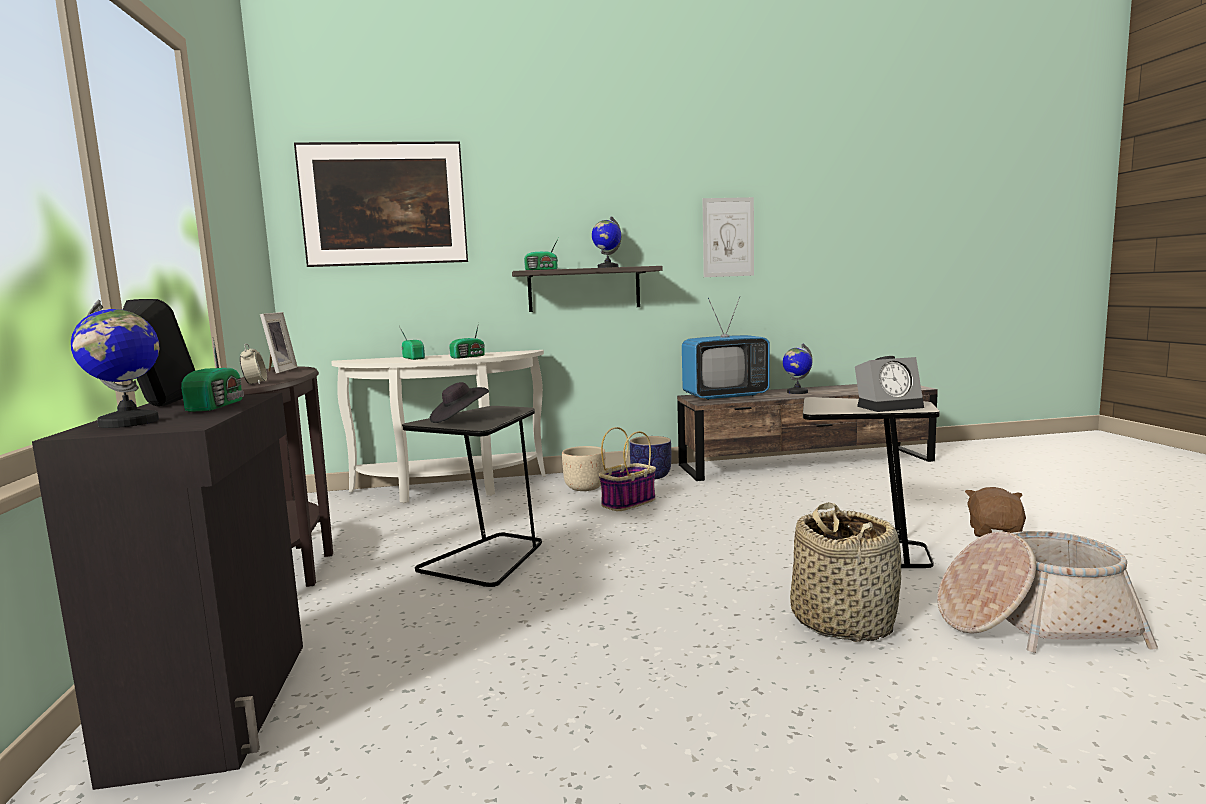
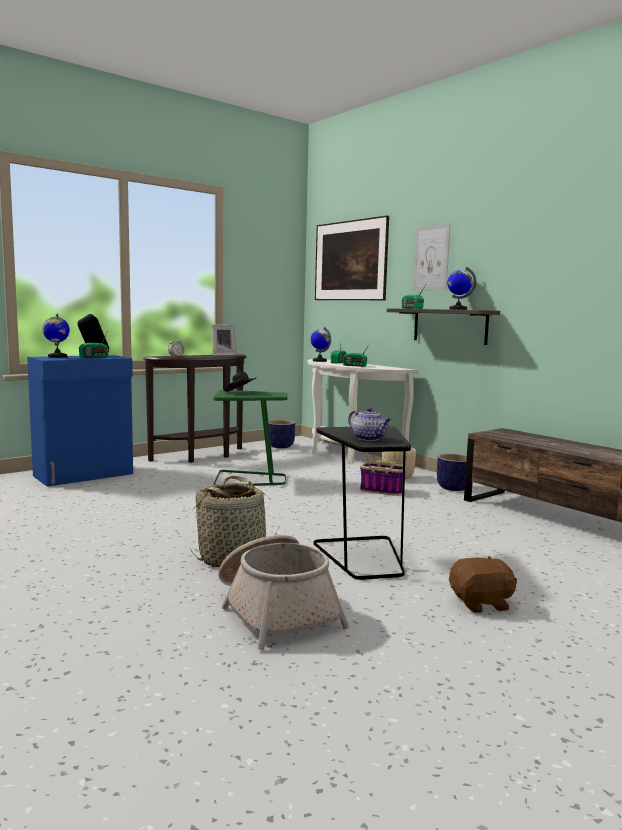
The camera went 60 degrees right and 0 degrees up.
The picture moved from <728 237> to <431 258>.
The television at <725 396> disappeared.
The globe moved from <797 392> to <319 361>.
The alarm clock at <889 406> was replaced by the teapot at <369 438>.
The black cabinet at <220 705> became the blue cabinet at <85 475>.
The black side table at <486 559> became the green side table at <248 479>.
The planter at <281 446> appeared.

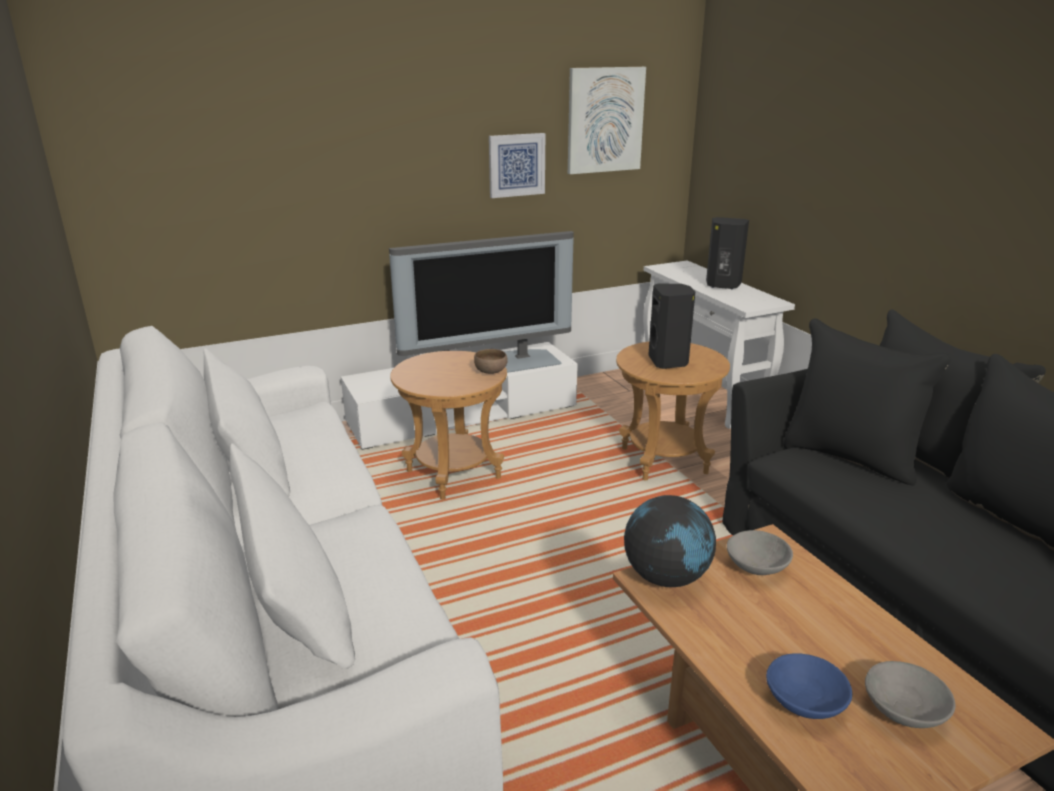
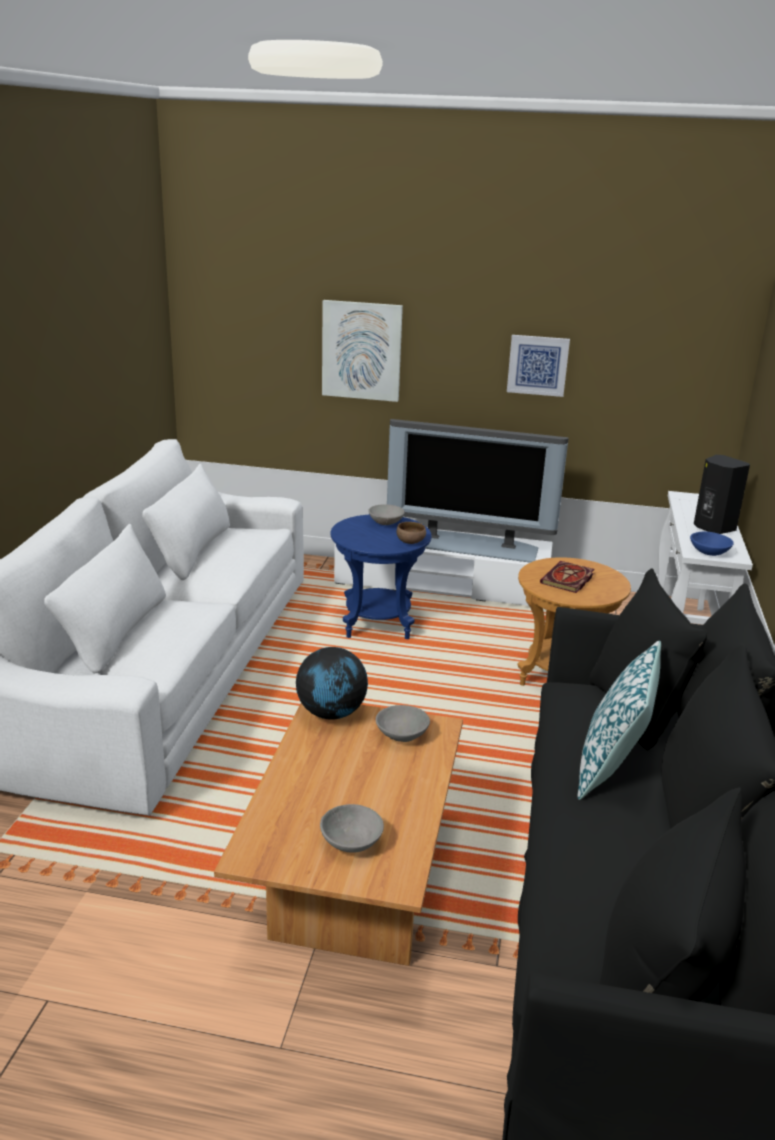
The camera went 35 degrees right and 0 degrees up.
The picture moved from <605 120> to <361 350>.
The black speaker at <669 362> was replaced by the book at <568 580>.
The brown side table at <453 474> became the blue side table at <377 624>.
The blue bowl moved from <804 702> to <709 552>.
The grey bowl at <385 522> appeared.
The pillow at <611 767> appeared.

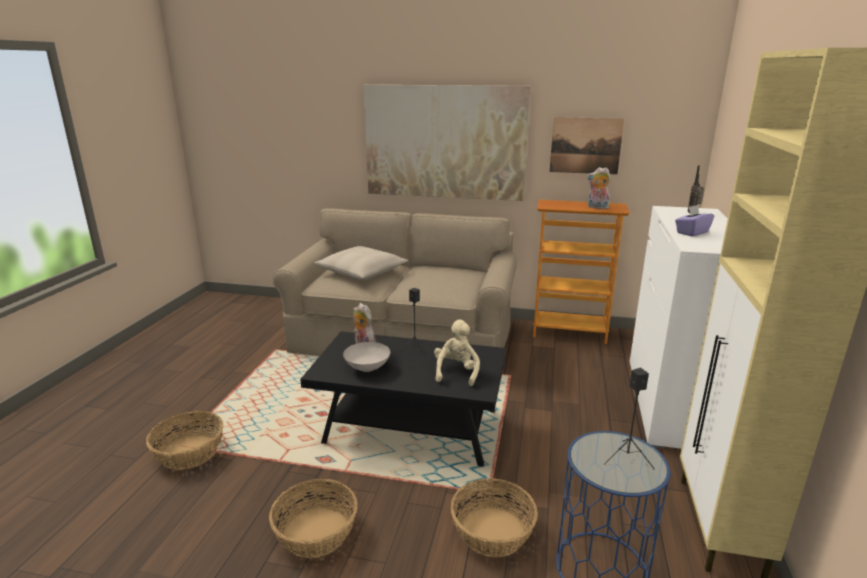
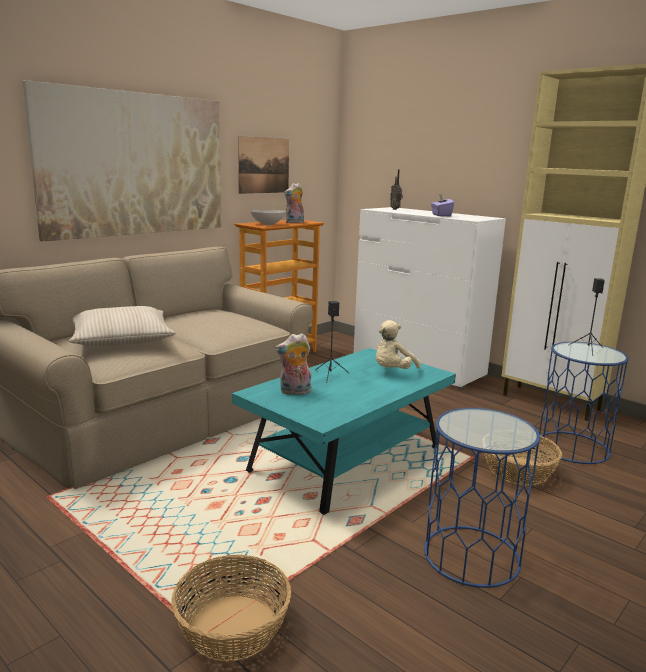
The camera went 60 degrees left and 5 degrees down.
The beige plush toy at <456 372> turned 90 degrees counterclockwise.
The black coffee table at <411 428> became the turquoise coffee table at <346 461>.
The white bowl moved from <368 368> to <268 224>.
The basket at <316 532> was replaced by the blue side table at <472 555>.

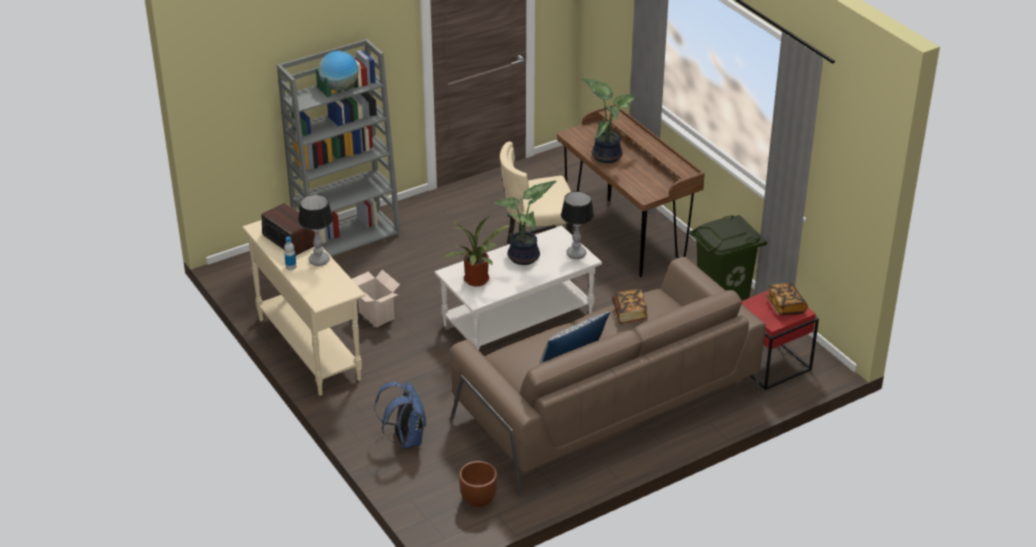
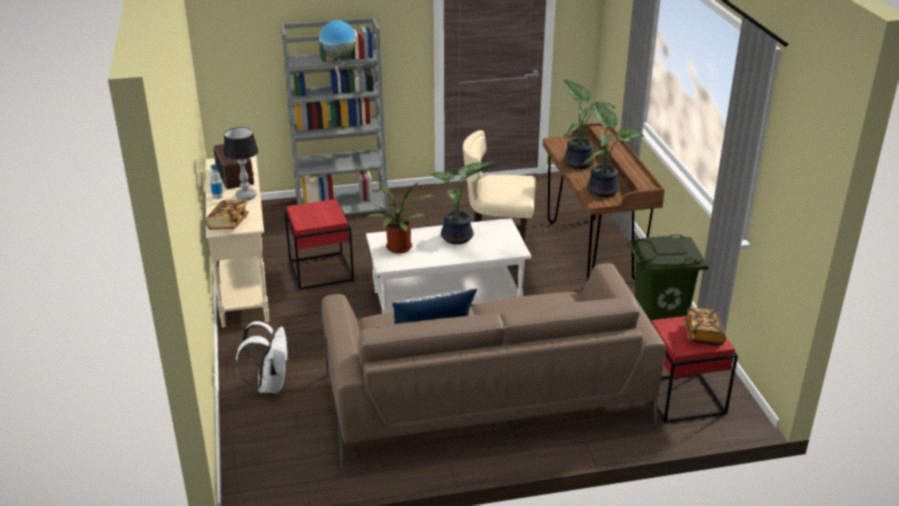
The camera went 20 degrees right and 5 degrees down.
The table lamp at <576 254> disappeared.
The cardboard box at <375 315> was replaced by the red side table at <320 271>.
The book moved from <629 314> to <228 223>.
The blue backpack at <405 439> became the white backpack at <270 385>.
The brown planter at <478 500> disappeared.
The potted plant at <603 190> appeared.

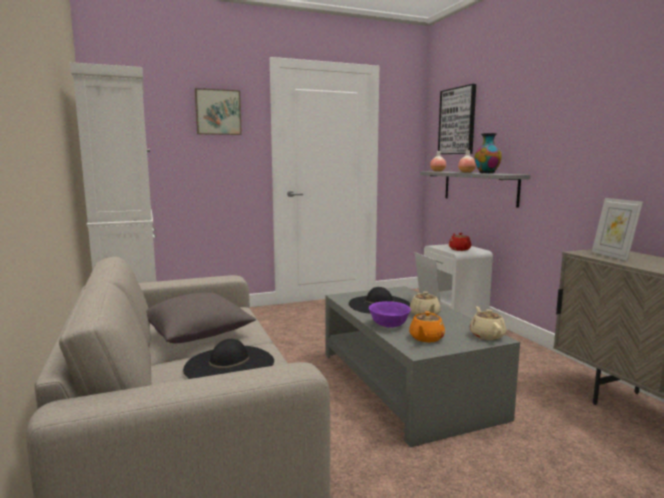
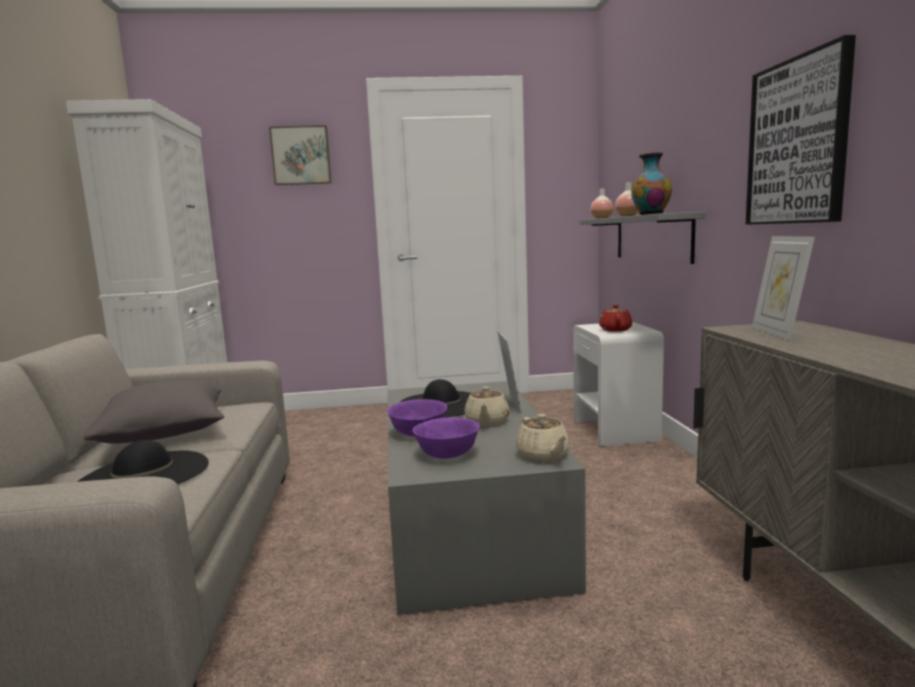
The camera went 15 degrees right and 0 degrees up.
The picture moved from <457 121> to <798 142>.
The beige teapot at <486 335> turned 150 degrees clockwise.
The orange teapot at <426 338> was replaced by the purple bowl at <447 455>.

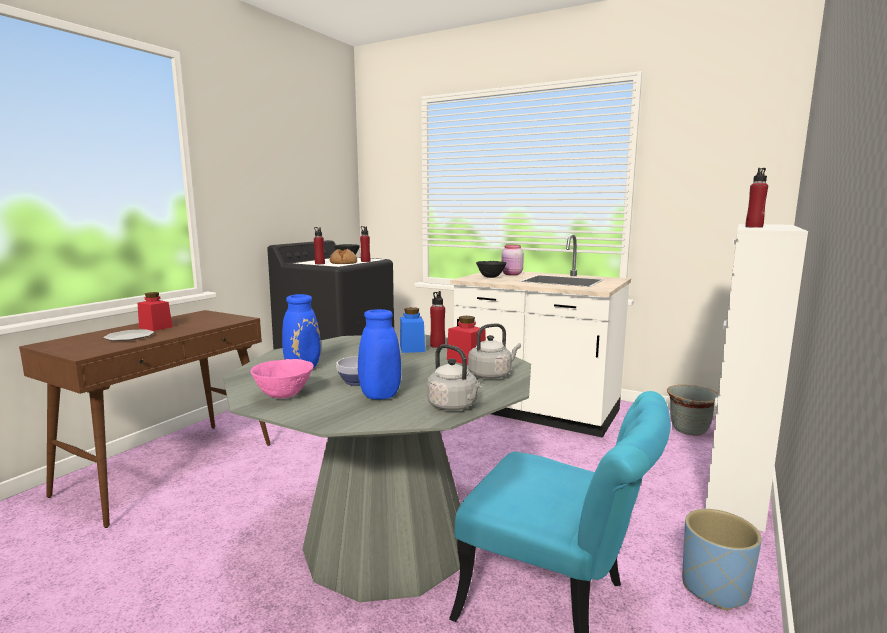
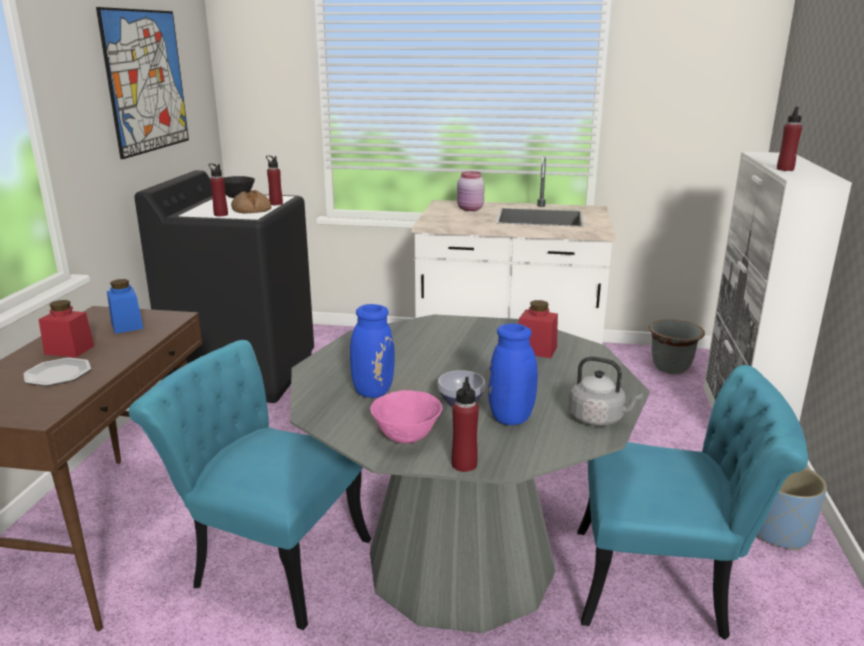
The camera went 20 degrees left and 10 degrees up.
The black bowl at <491 277> disappeared.
The red bottle moved from <437 345> to <464 465>.
The blue jar moved from <412 348> to <127 325>.
The grey kettle at <492 375> disappeared.
The picture at <146 81> appeared.
The turquoise chair at <267 559> appeared.

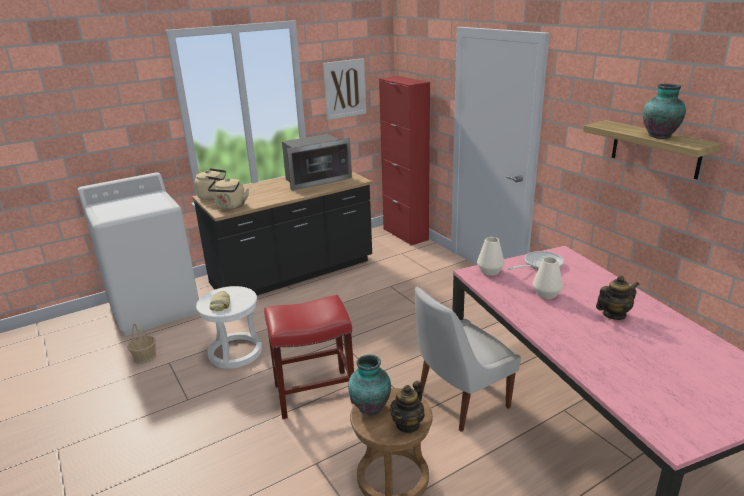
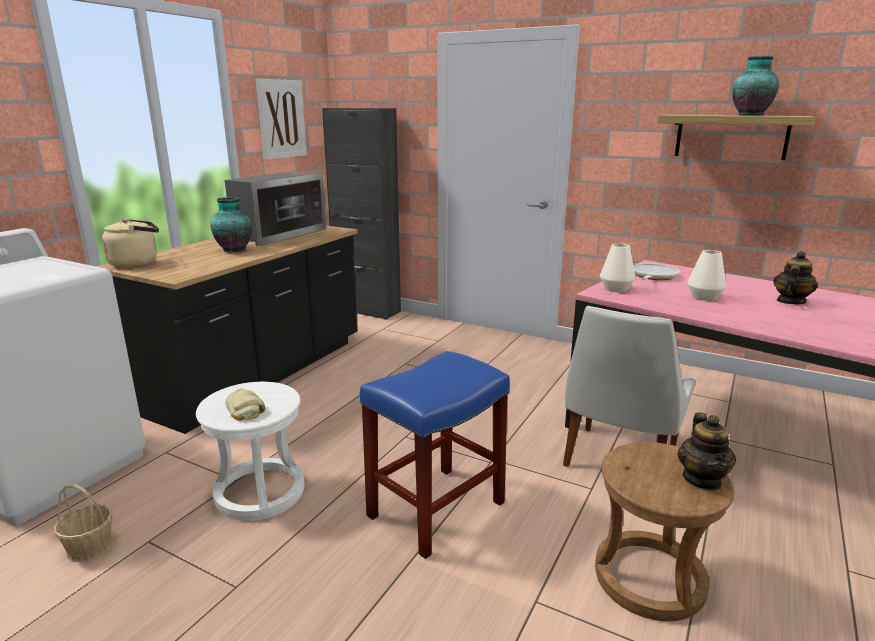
The camera went 30 degrees left and 5 degrees down.
The red cabinet at <405 234> became the black cabinet at <367 310>.
The beige kettle at <230 207> disappeared.
The red stool at <315 393> became the blue stool at <436 508>.
The vase moved from <370 406> to <234 250>.

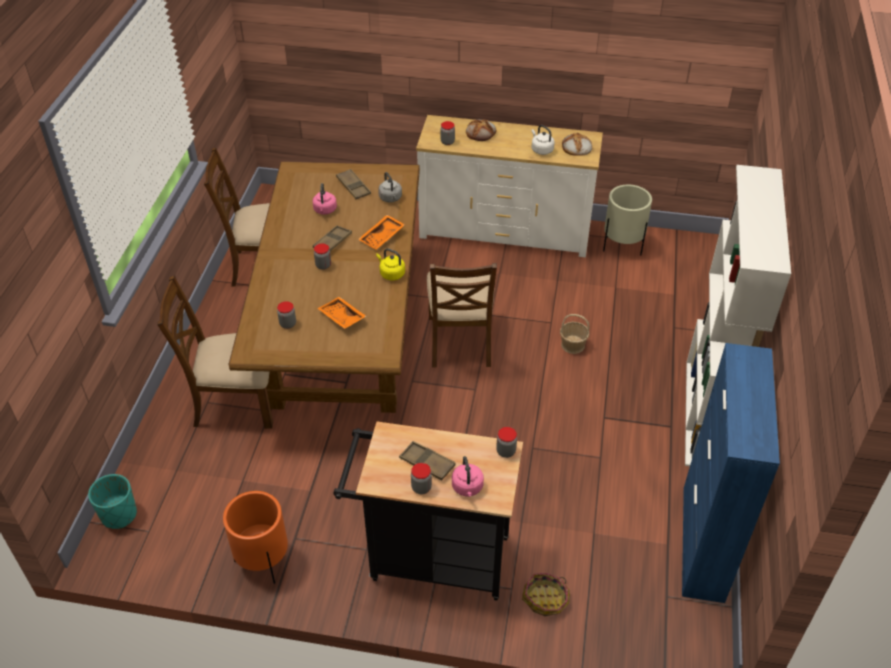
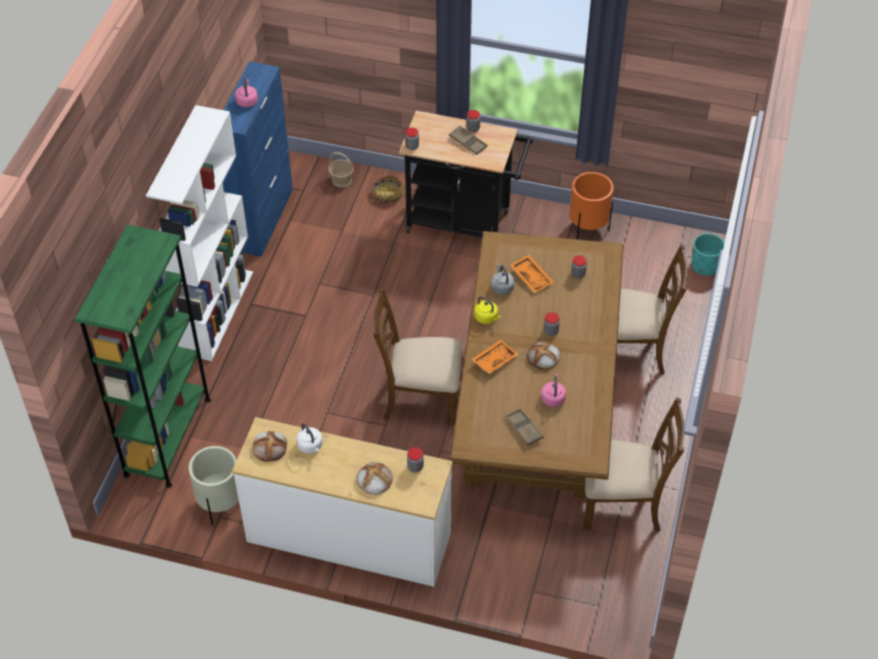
The camera went 175 degrees left and 5 degrees up.
The grey kettle moved from <391 198> to <502 287>.
The brown tray at <332 242> was replaced by the bread at <543 358>.
The brown chair at <460 341> turned 90 degrees counterclockwise.
The basket moved from <572 345> to <341 180>.
The pink kettle moved from <467 488> to <247 101>.
The green bookcase at <167 436> appeared.

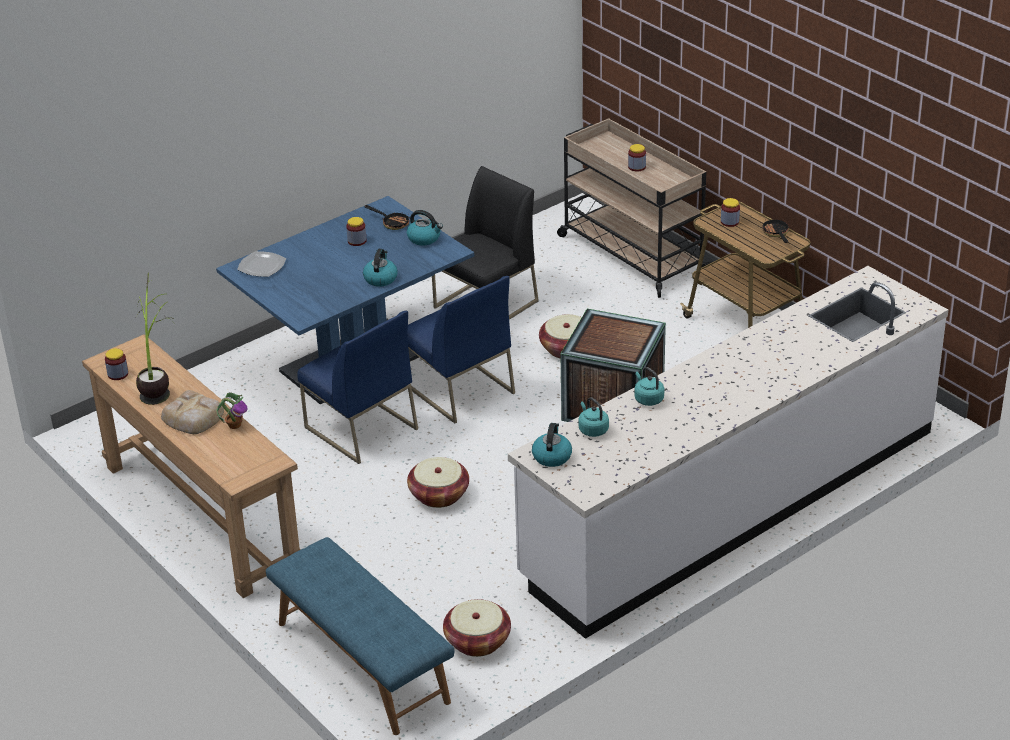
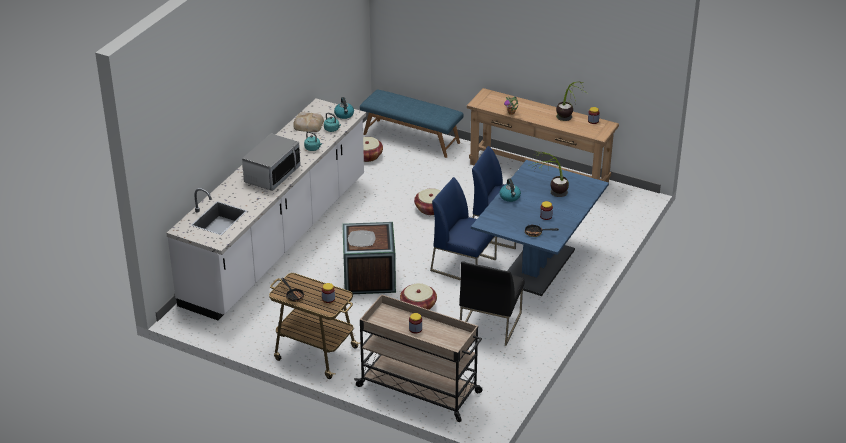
The camera went 155 degrees right and 0 degrees up.
The kettle at <424 238> disappeared.
The plate moved from <262 266> to <361 239>.
The bread moved from <193 417> to <308 124>.
The microwave at <272 175> appeared.
The potted plant at <550 195> appeared.

